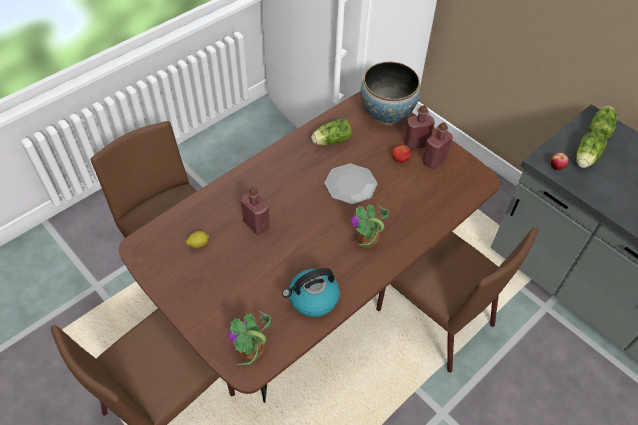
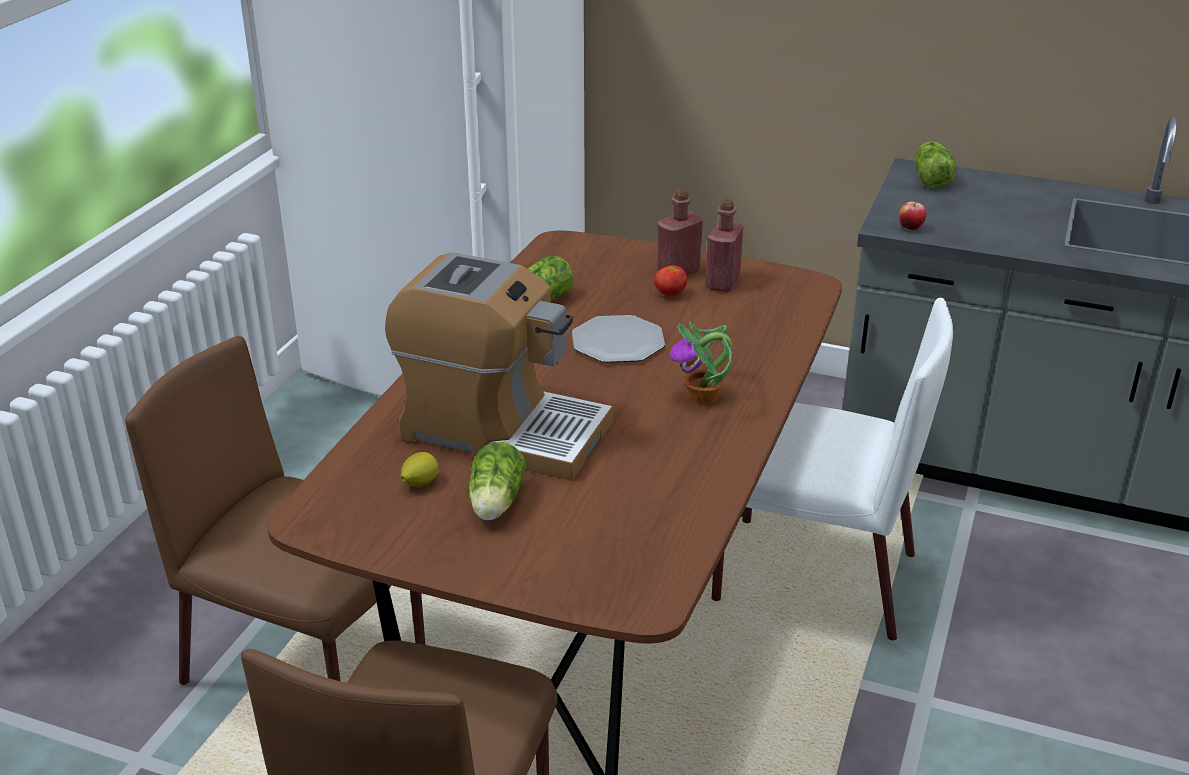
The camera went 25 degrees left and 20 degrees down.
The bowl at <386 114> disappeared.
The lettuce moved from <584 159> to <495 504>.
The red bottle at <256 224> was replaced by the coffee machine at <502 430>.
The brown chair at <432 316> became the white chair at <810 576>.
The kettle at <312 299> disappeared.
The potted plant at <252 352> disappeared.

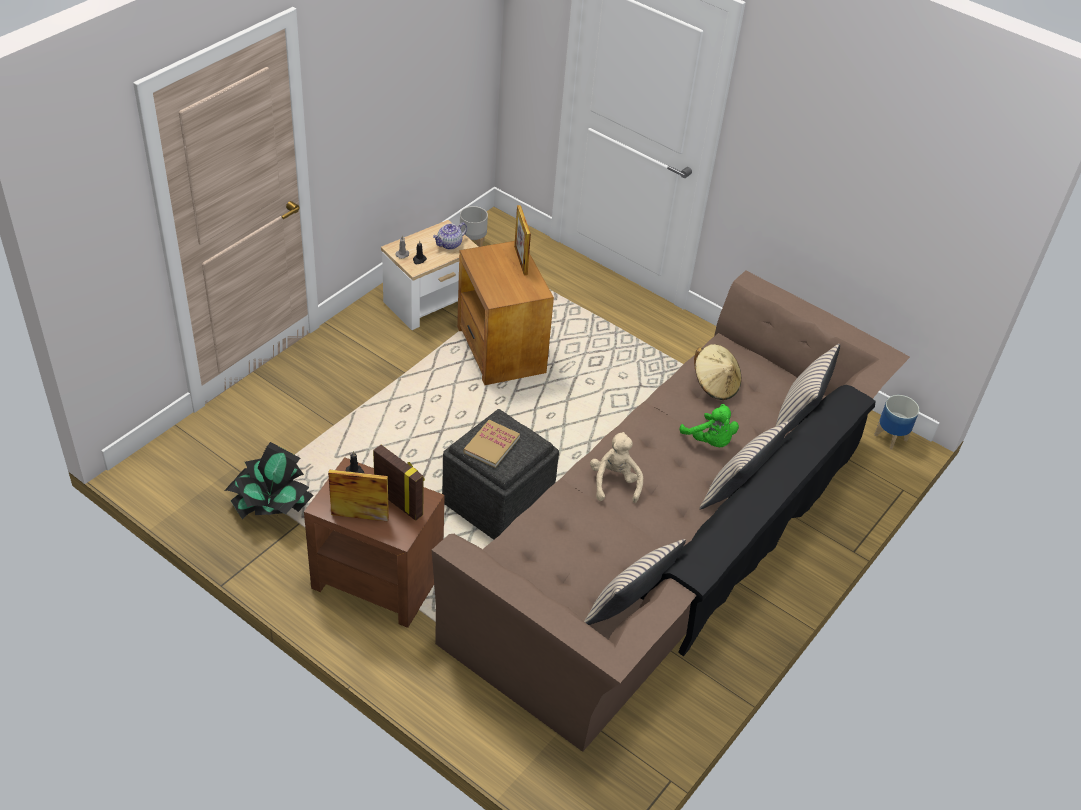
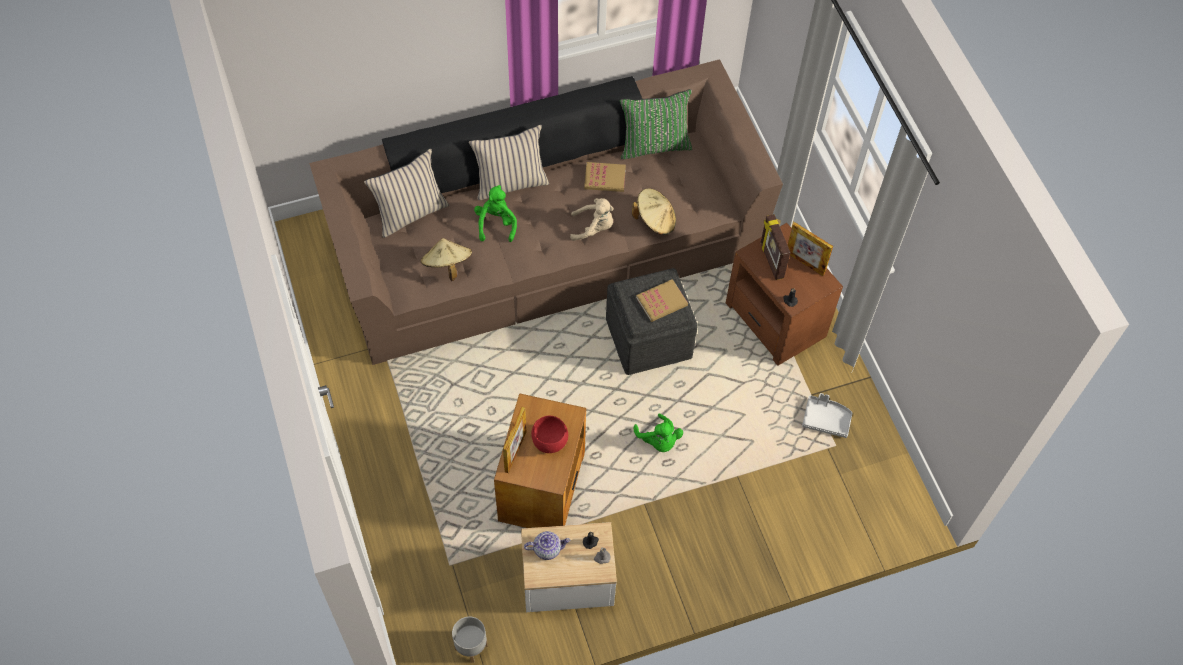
The camera went 145 degrees left and 15 degrees up.
The planter at <890 437> disappeared.
The beige plush toy at <614 482> turned 120 degrees counterclockwise.
The potted plant at <271 507> was replaced by the grey tray at <826 419>.
The beige pillow at <628 610> became the green pillow at <654 145>.
The book at <605 178> appeared.
The beige hat at <655 220> appeared.
The green plush toy at <658 441> appeared.
The red bowl at <549 442> appeared.

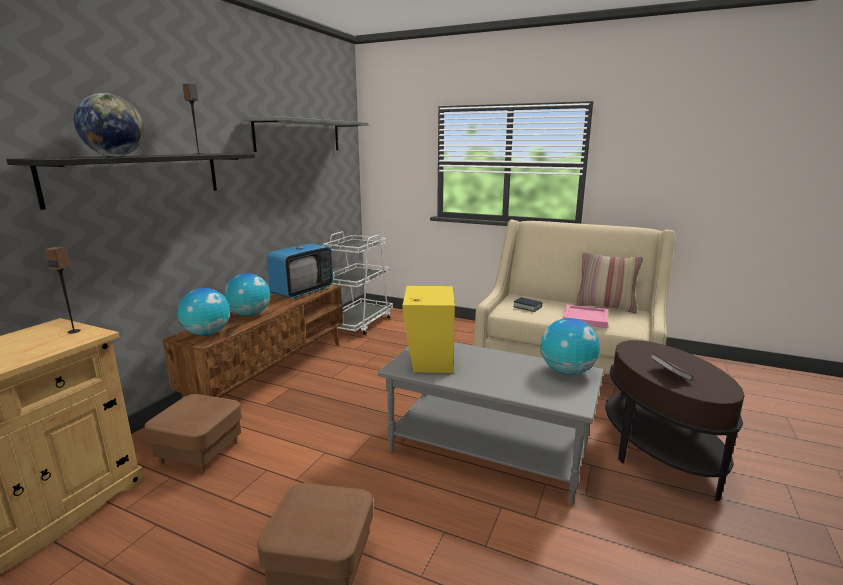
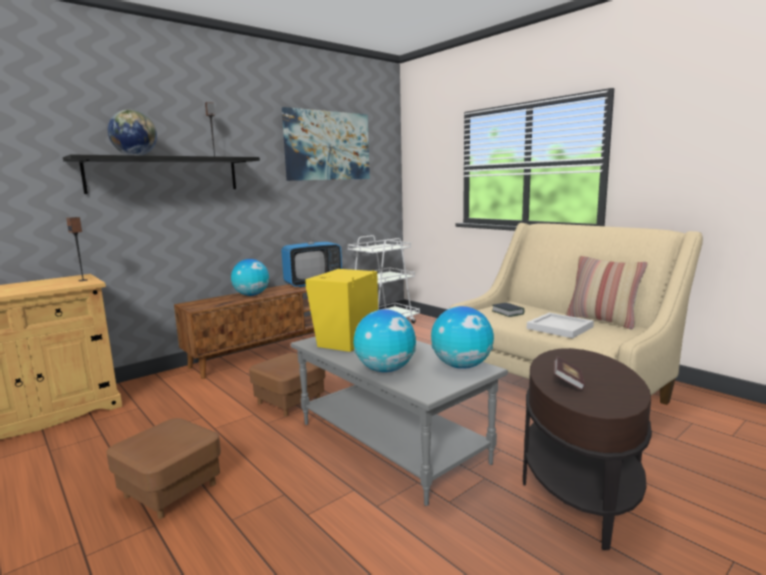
The camera went 25 degrees right and 5 degrees down.
The grey shelf at <299 135> was replaced by the picture at <327 146>.
The globe moved from <207 334> to <385 370>.
The pink tray at <586 318> became the white tray at <561 327>.
The brown ottoman moved from <200 452> to <289 401>.

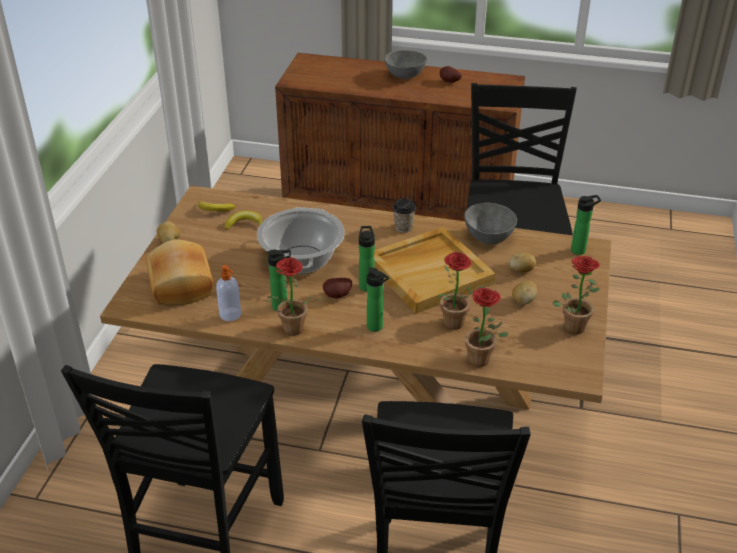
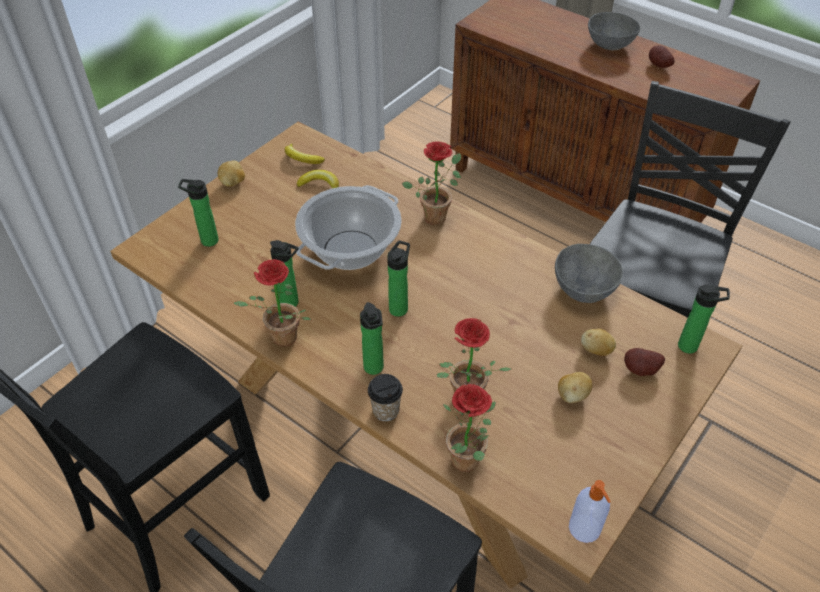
The camera went 25 degrees right and 10 degrees up.
The cup moved from <403 227> to <386 410>.
The beige tray at <430 272> disappeared.
The bread at <179 285> was replaced by the bottle at <207 240>.
The potted plant moved from <573 324> to <436 214>.
The soap dispenser moved from <231 315> to <585 529>.
The potato moved from <338 296> to <641 371>.

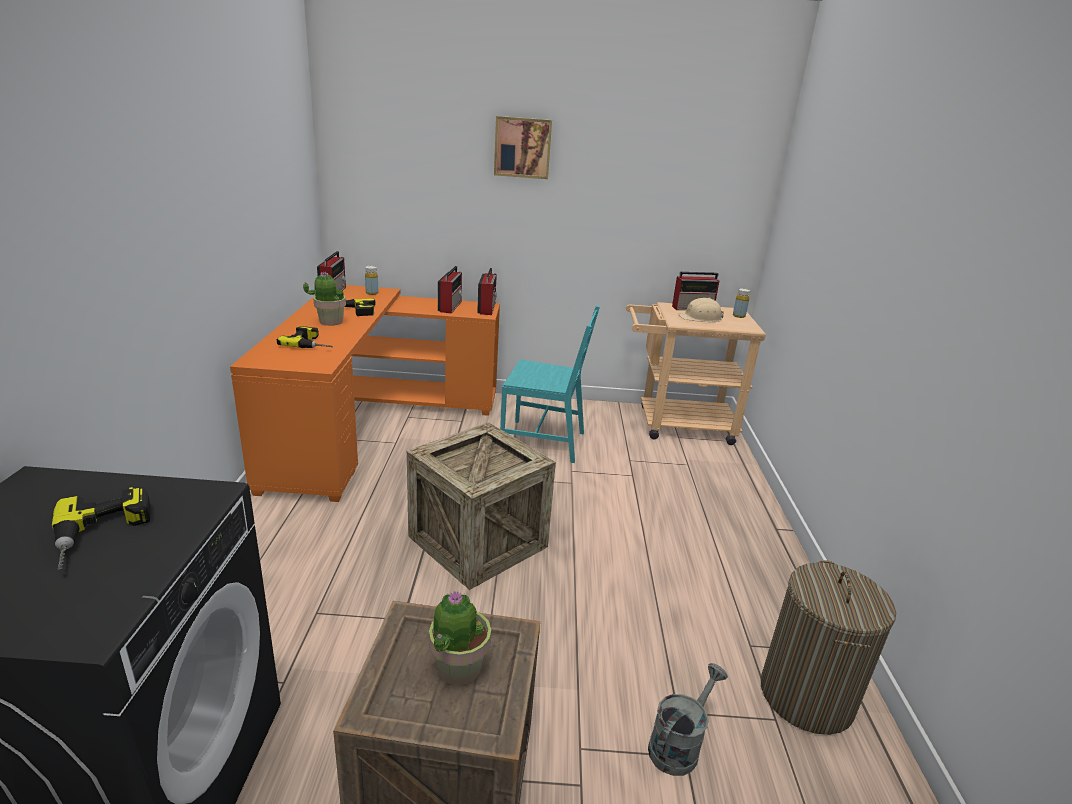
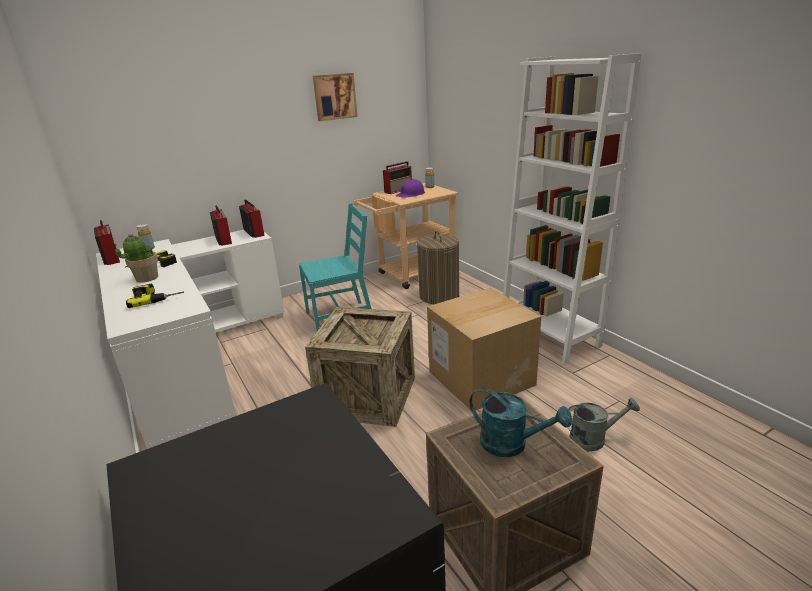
The camera went 30 degrees left and 0 degrees up.
The picture moved from <522 147> to <334 96>.
The orange desk at <369 423> became the white desk at <193 359>.
The beige hard hat at <700 318> became the purple hard hat at <411 194>.
The power drill at <103 535> disappeared.
The laundry basket moved from <806 696> to <439 296>.
The potted plant at <458 668> was replaced by the turquoise watering can at <512 444>.
The grey watering can at <678 744> turned 75 degrees clockwise.
The white bookcase at <549 336> appeared.
The cardboard box at <481 378> appeared.

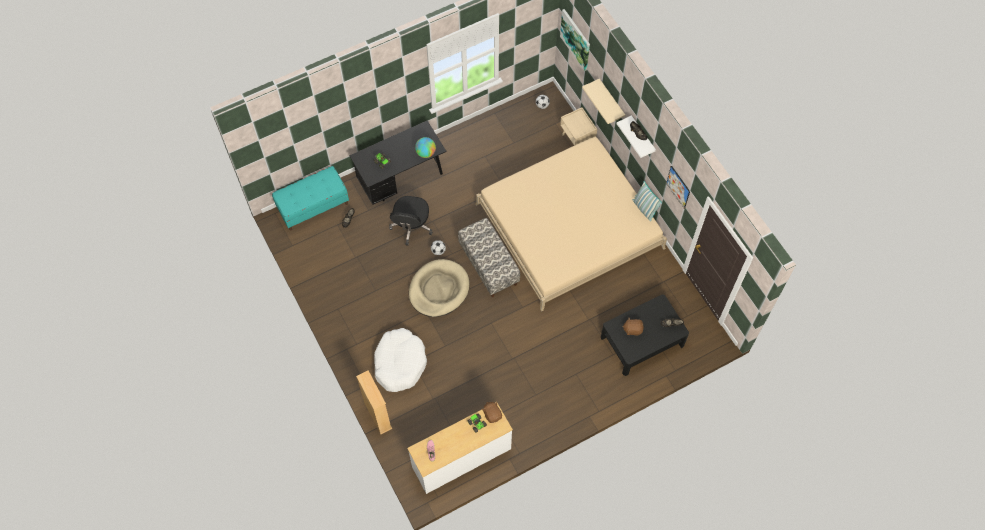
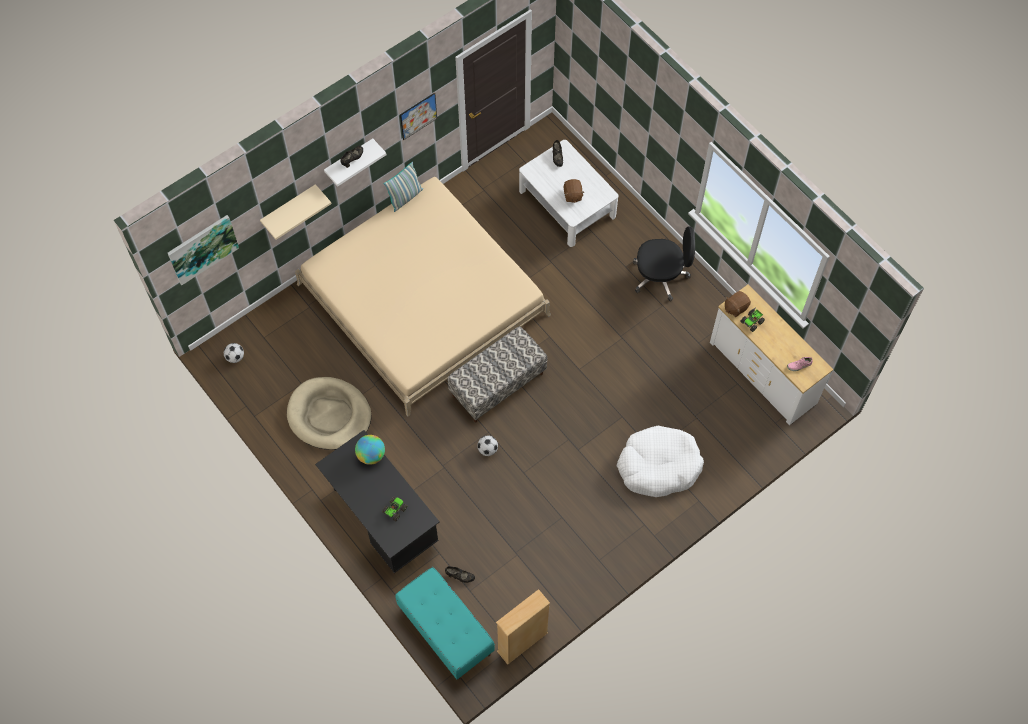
The camera went 100 degrees left and 0 degrees up.
The beige nightstand at <577 140> disappeared.
The black office chair moved from <411 226> to <661 276>.
The beige dog bed moved from <439 289> to <329 415>.
The black coffee table at <642 341> became the white coffee table at <567 203>.
The beige bookcase moved from <378 415> to <522 642>.

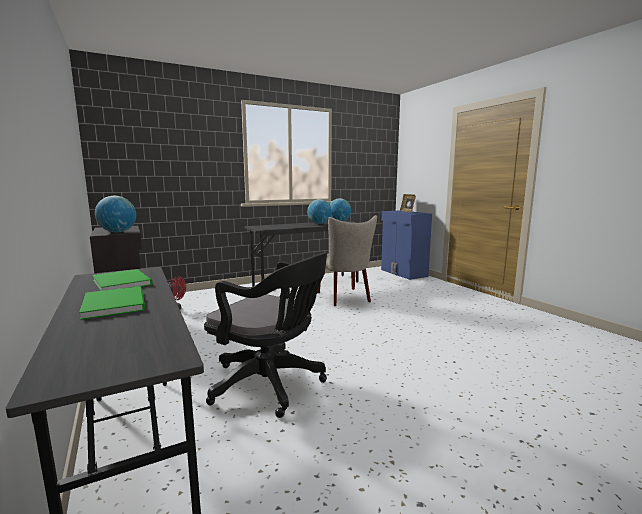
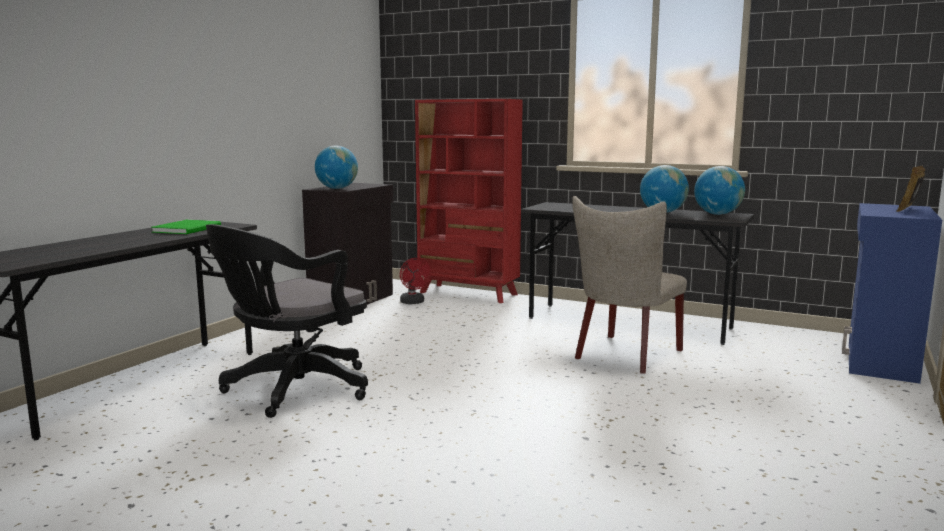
The camera went 55 degrees right and 0 degrees up.
The black office chair at <271 385> turned 45 degrees clockwise.
The green book at <116 303> disappeared.
The red bookcase at <468 294> appeared.

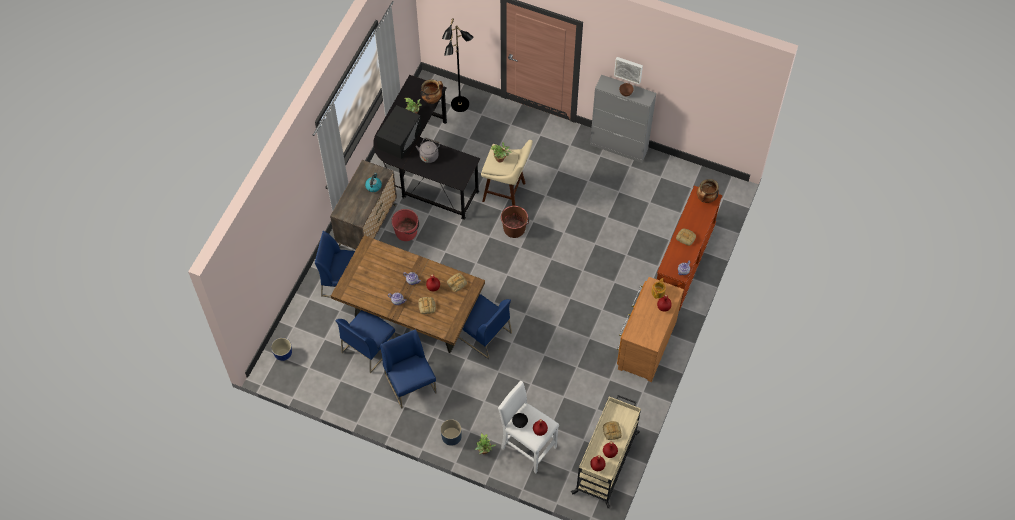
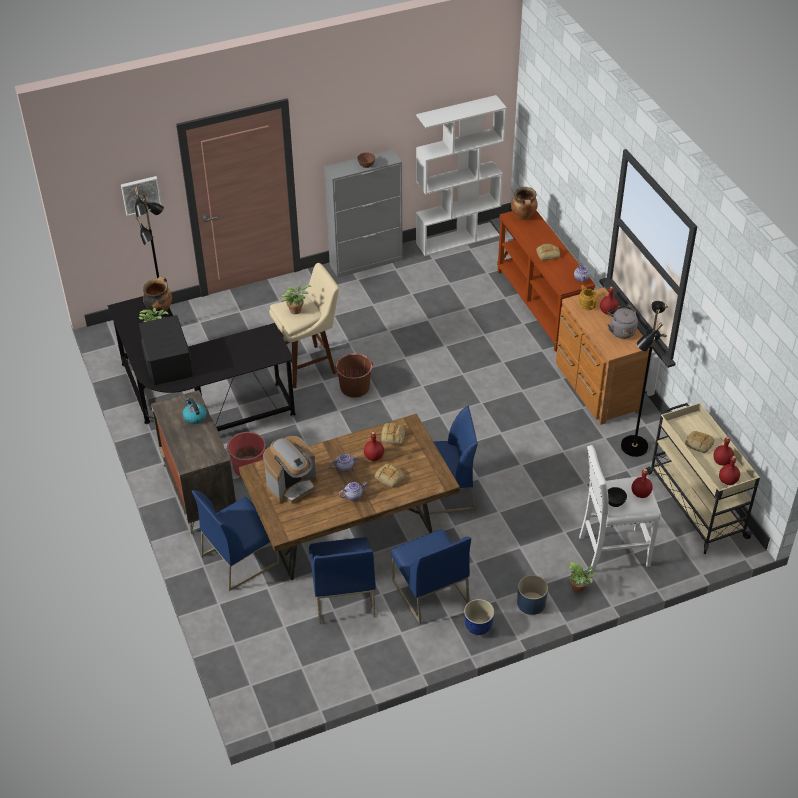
The camera went 45 degrees left and 15 degrees down.
The picture moved from <628 69> to <141 195>.
The grey kettle moved from <429 155> to <621 331>.
The blue chair at <411 384> turned 135 degrees counterclockwise.
The planter moved from <283 354> to <477 627>.
The white bookcase at <458 239> appeared.
The black floor lamp at <633 446> appeared.
The coffee machine at <292 485> appeared.

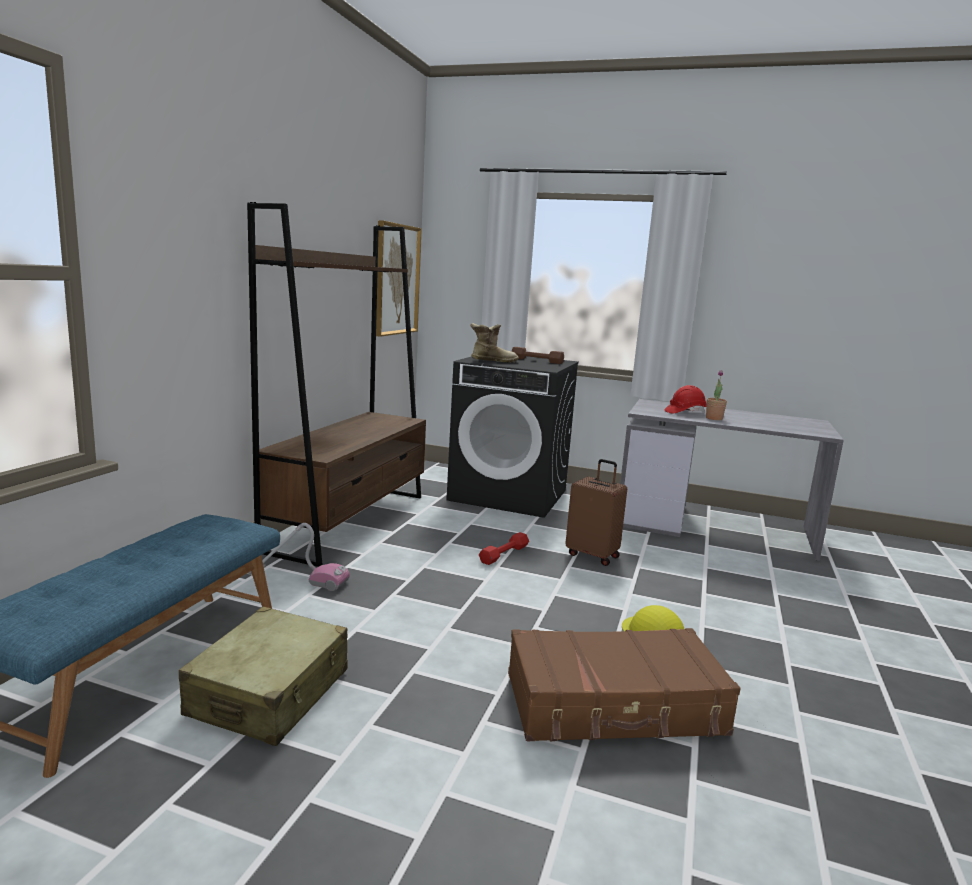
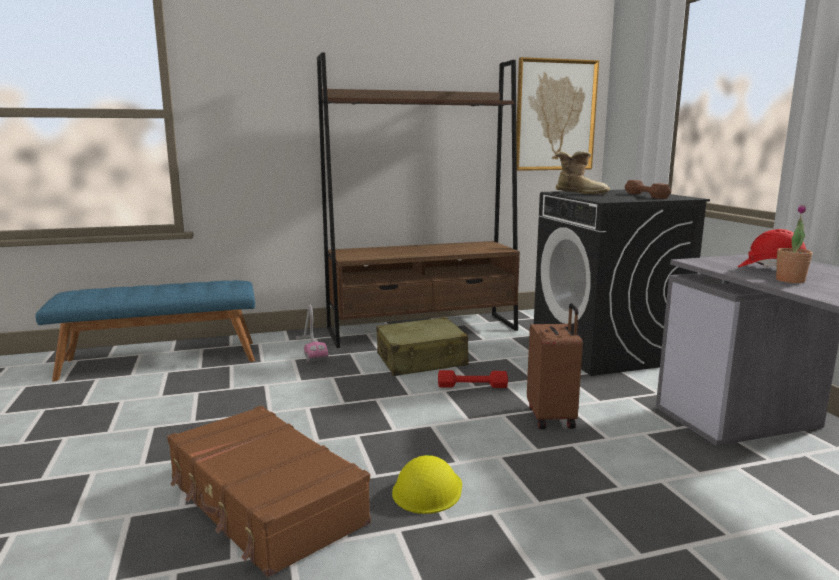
The camera went 55 degrees right and 0 degrees up.
The beige suitcase moved from <270 693> to <421 360>.

